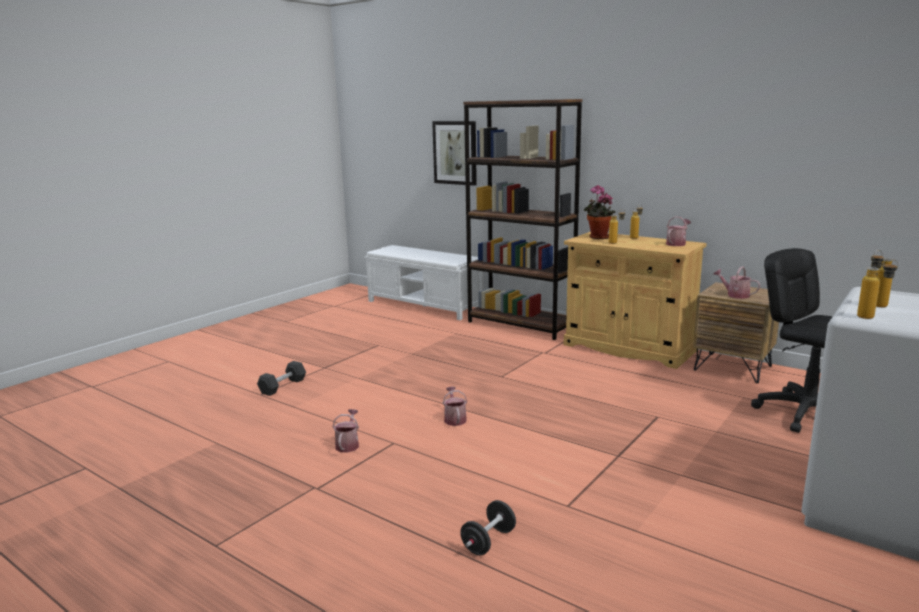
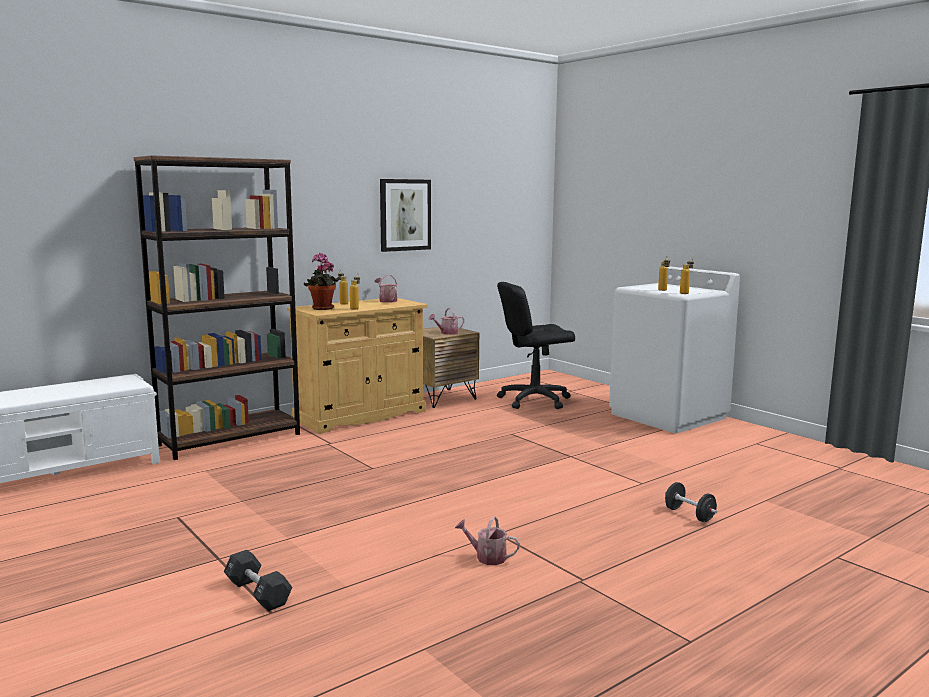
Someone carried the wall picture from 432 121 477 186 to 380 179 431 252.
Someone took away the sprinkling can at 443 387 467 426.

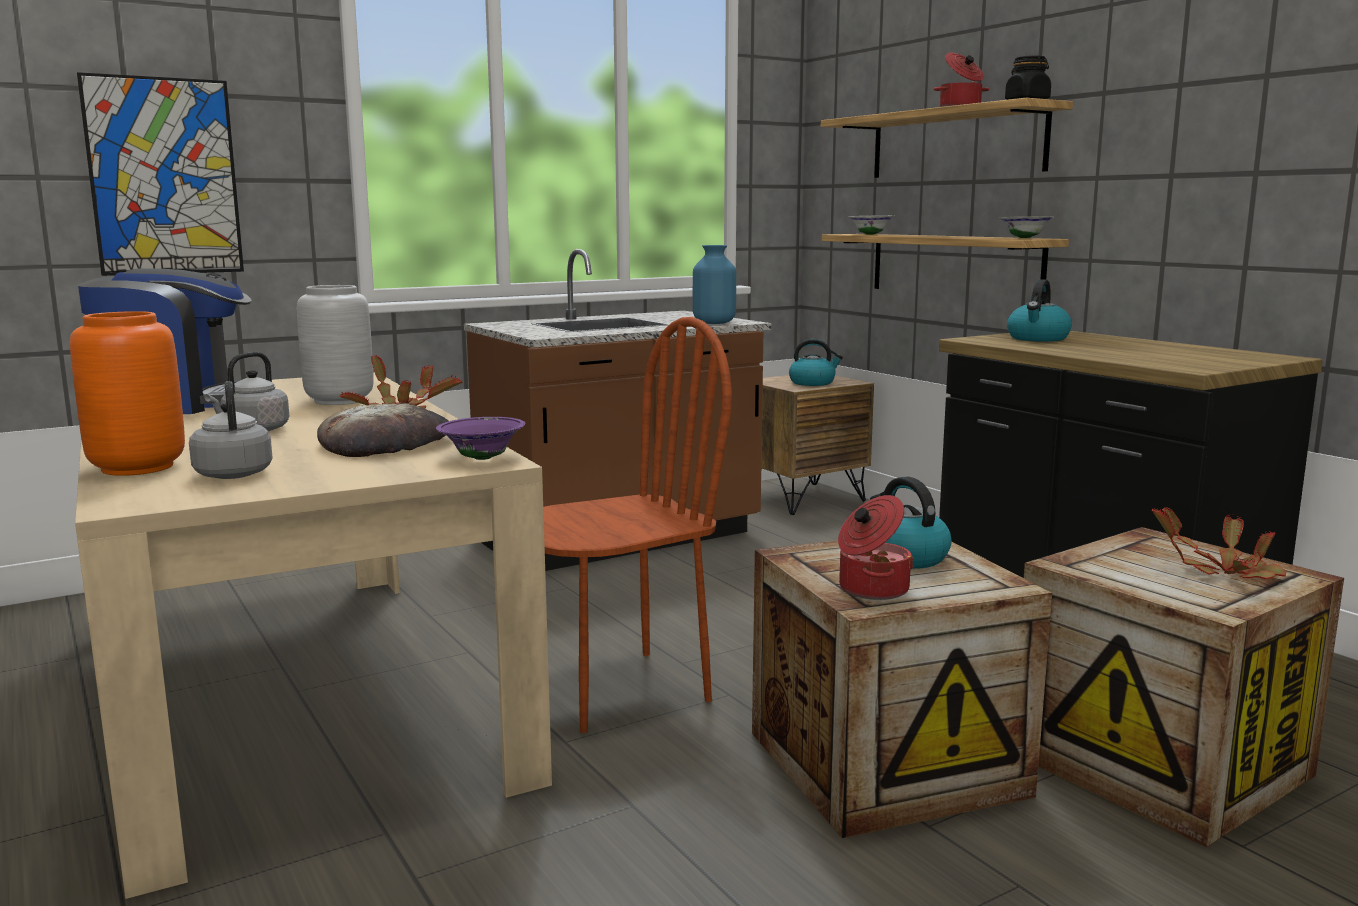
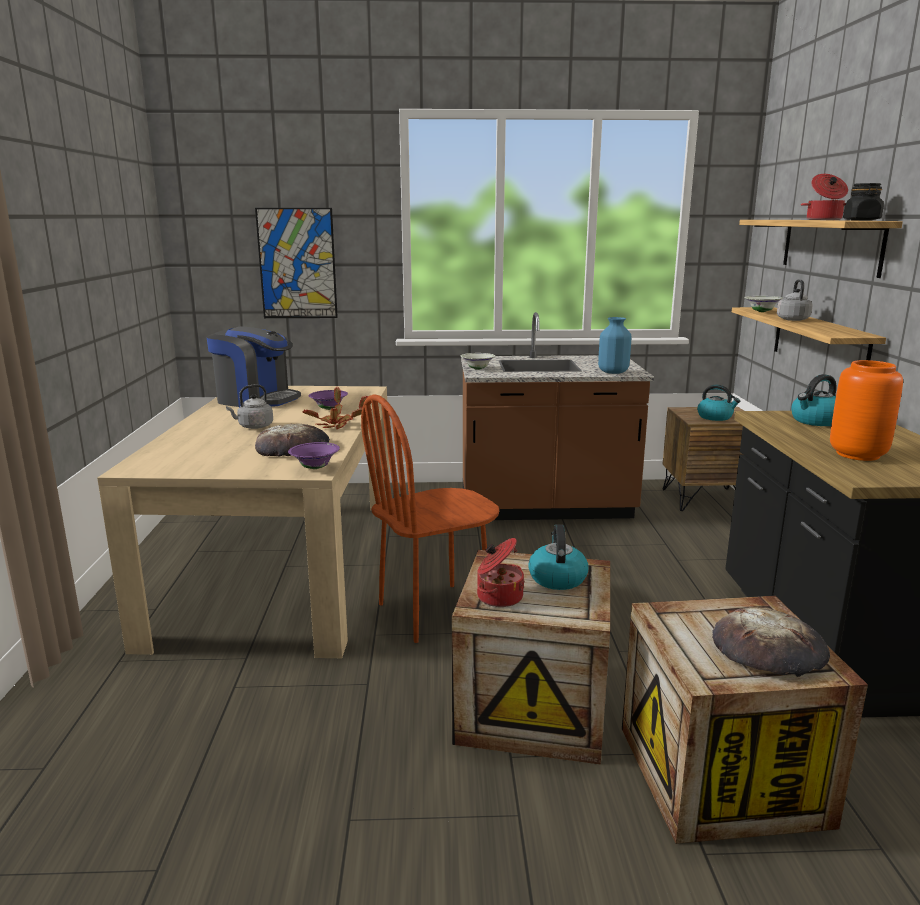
Someone carried the decorative vase (orangey) from 70 311 185 476 to 830 360 903 461.
Someone carried the tea kettle (grey) from 189 381 273 479 to 777 279 813 321.
Someone swapped the decorative vase (grey) at 297 285 374 405 for the bowl (purple-coloured) at 308 390 348 410.
Someone rotated the plain chair (brown) at 543 317 732 733 by 150 degrees clockwise.
Someone carried the bowl (white) from 998 216 1055 238 to 461 353 495 370.
Someone swapped the plant in a pot at 1152 507 1286 579 for the baked bread at 712 607 830 677.

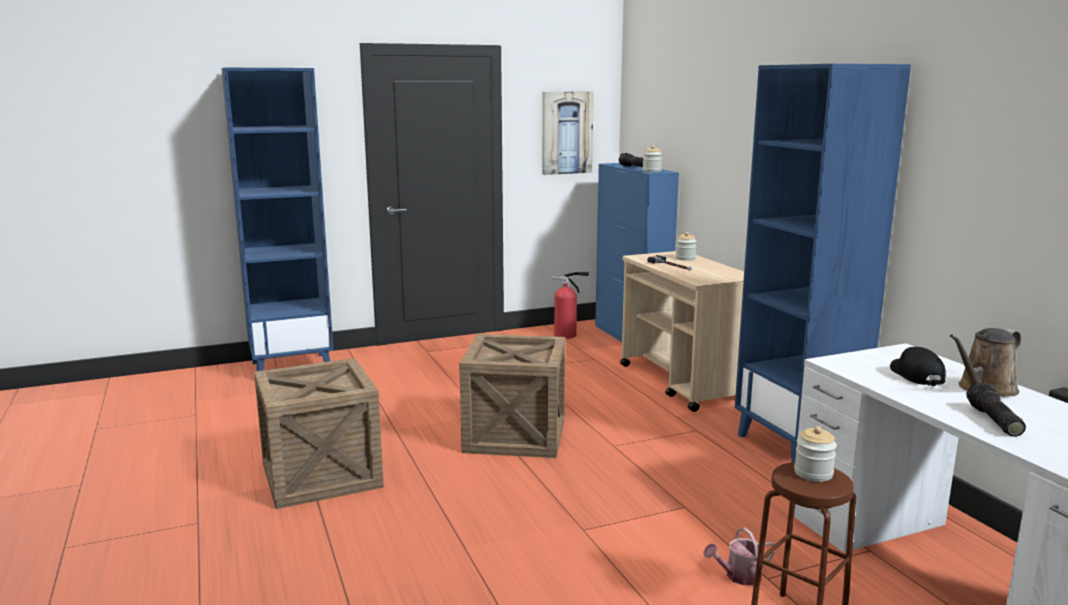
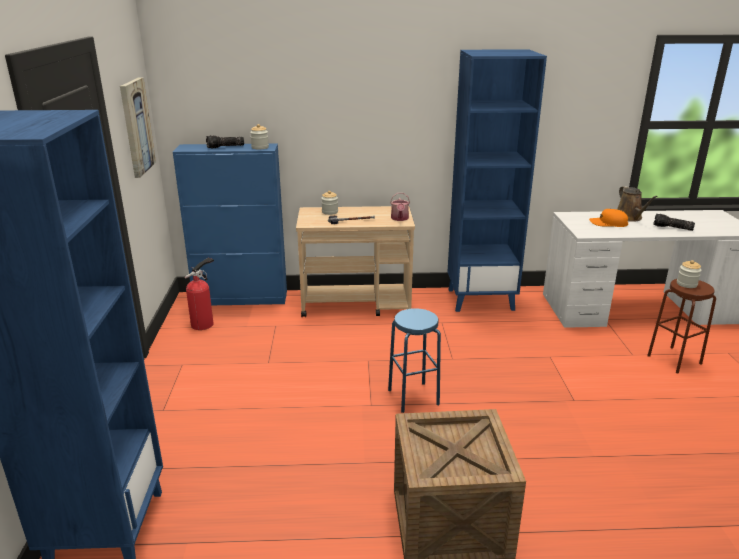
Someone swapped the shipping crate at 459 334 565 458 for the sitting stool (blue-coloured) at 388 308 441 413.
Someone carried the sprinkling can from 703 527 775 585 to 390 193 410 221.
Someone repainted the baseball cap (black-coloured) at 890 347 946 386, which became the baseball cap (orangey) at 589 209 628 227.

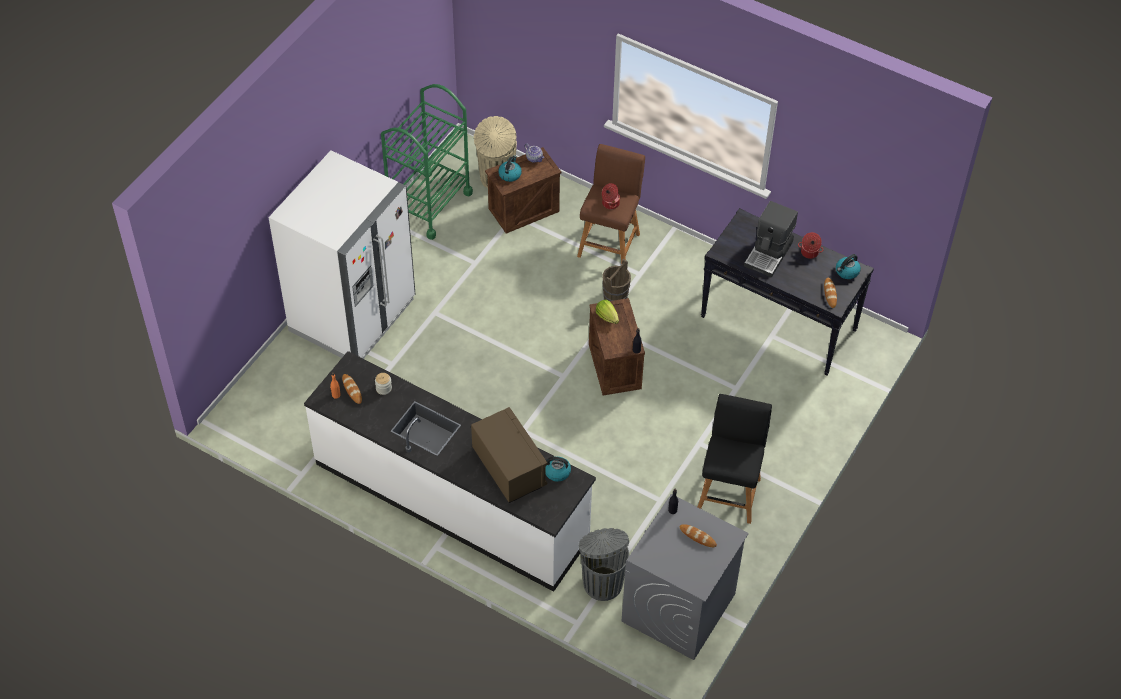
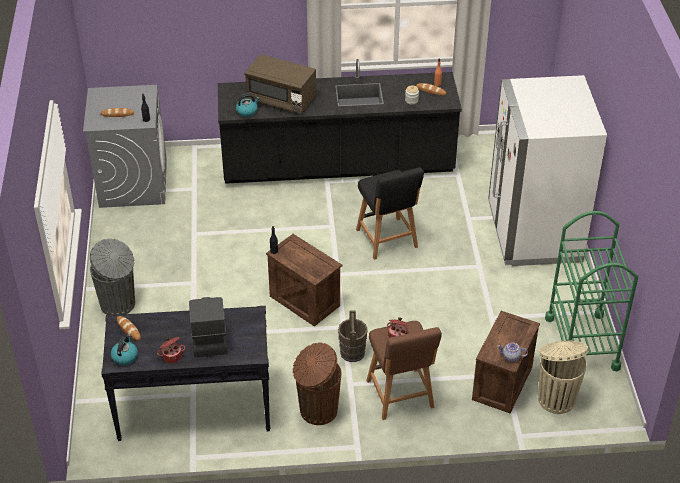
Someone repainted the counter (white) at 304 351 596 592, which became the counter (black-coloured) at 218 59 462 184.
Someone took away the tea kettle at 498 155 522 182.
Someone carried the waste bin (grey) from 579 528 629 601 to 90 238 135 315.
Someone took away the lettuce at 596 300 619 324.
Someone carried the sitting stool (black-coloured) from 698 394 772 524 to 356 167 424 260.
Someone put down the waste bin (brown) at 293 342 342 425.

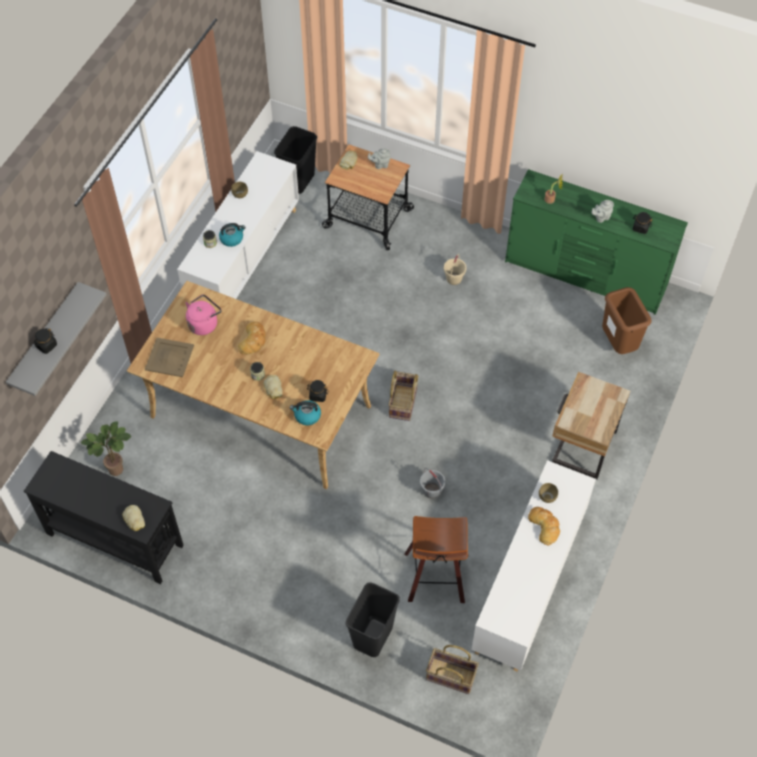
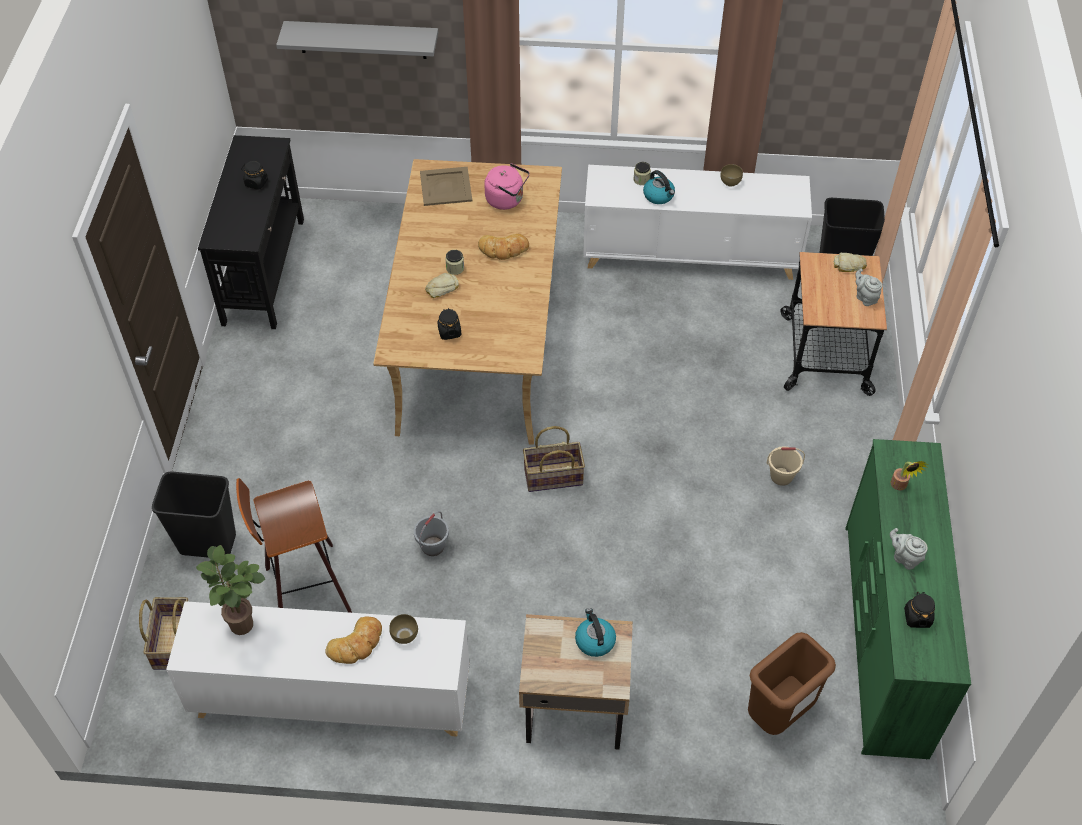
Someone carried the jar (black-coloured) from 33 328 57 354 to 241 161 268 190.
Someone carried the plant in a pot from 81 421 132 476 to 196 545 265 635.
Someone took away the baked bread at 122 505 145 531.
Someone carried the tea kettle from 290 400 321 425 to 575 608 616 657.

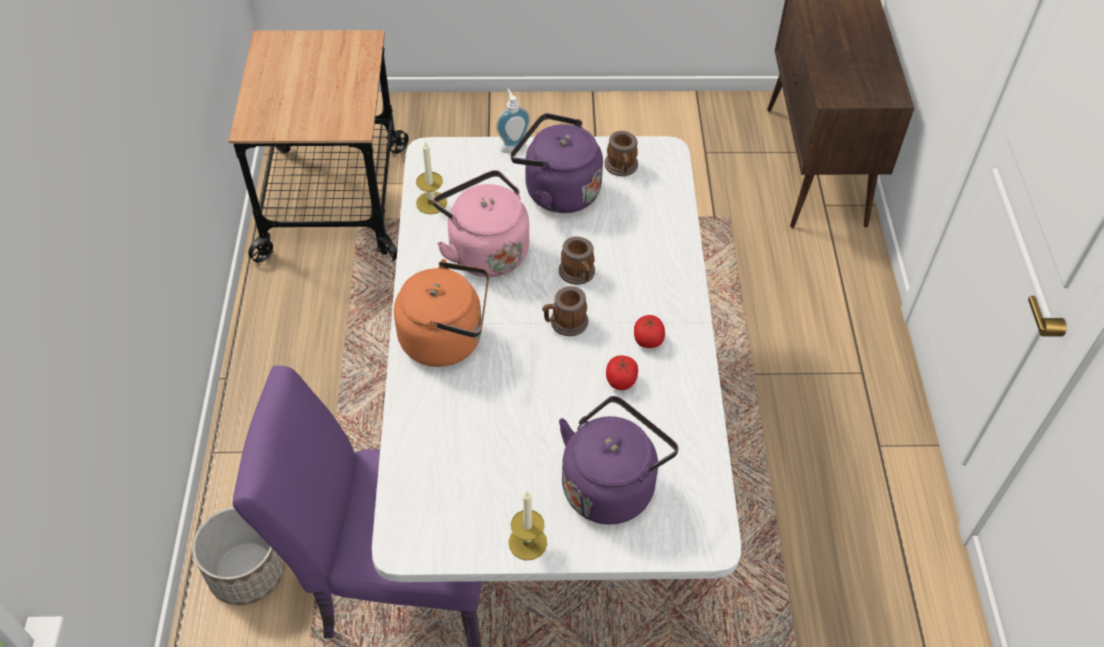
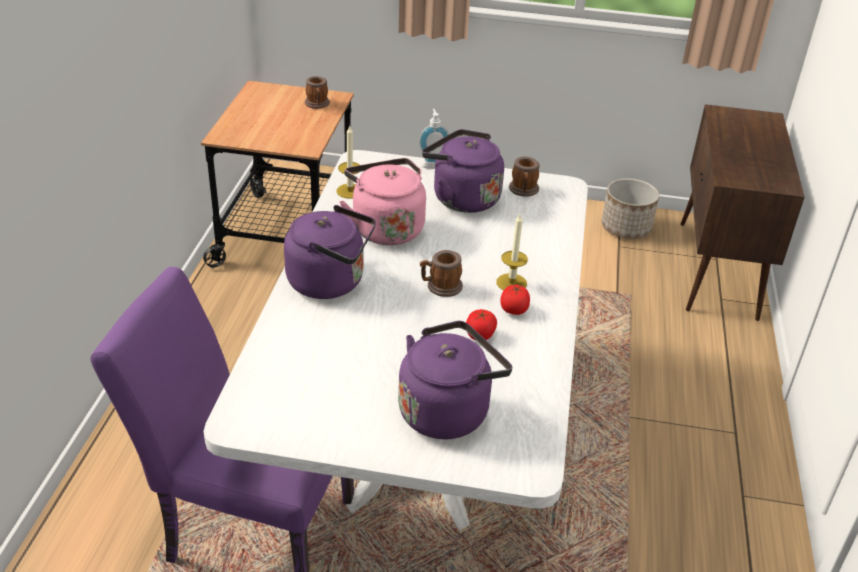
Someone carried the flower pot from 192 507 285 605 to 602 178 659 239.
Someone repainted the tea kettle (orangey) at 394 259 489 367, which became the tea kettle (purple-coloured) at 284 205 376 299.
Someone carried the wax light from 509 491 547 560 to 496 214 528 290.
Someone carried the tea mug from 559 236 595 285 to 305 76 330 109.

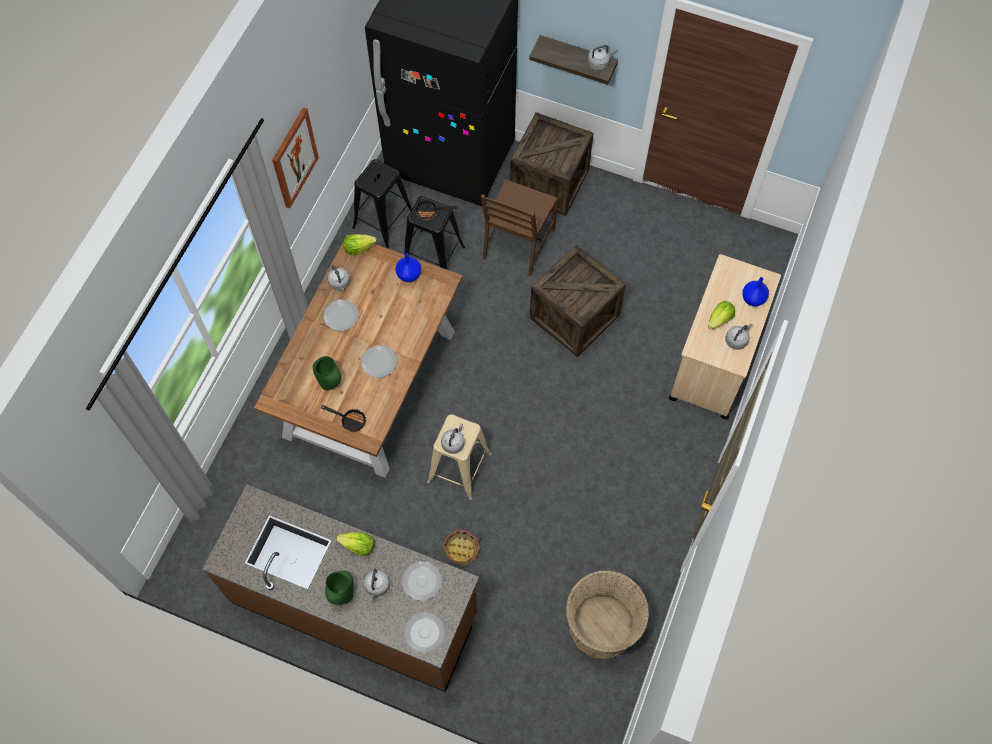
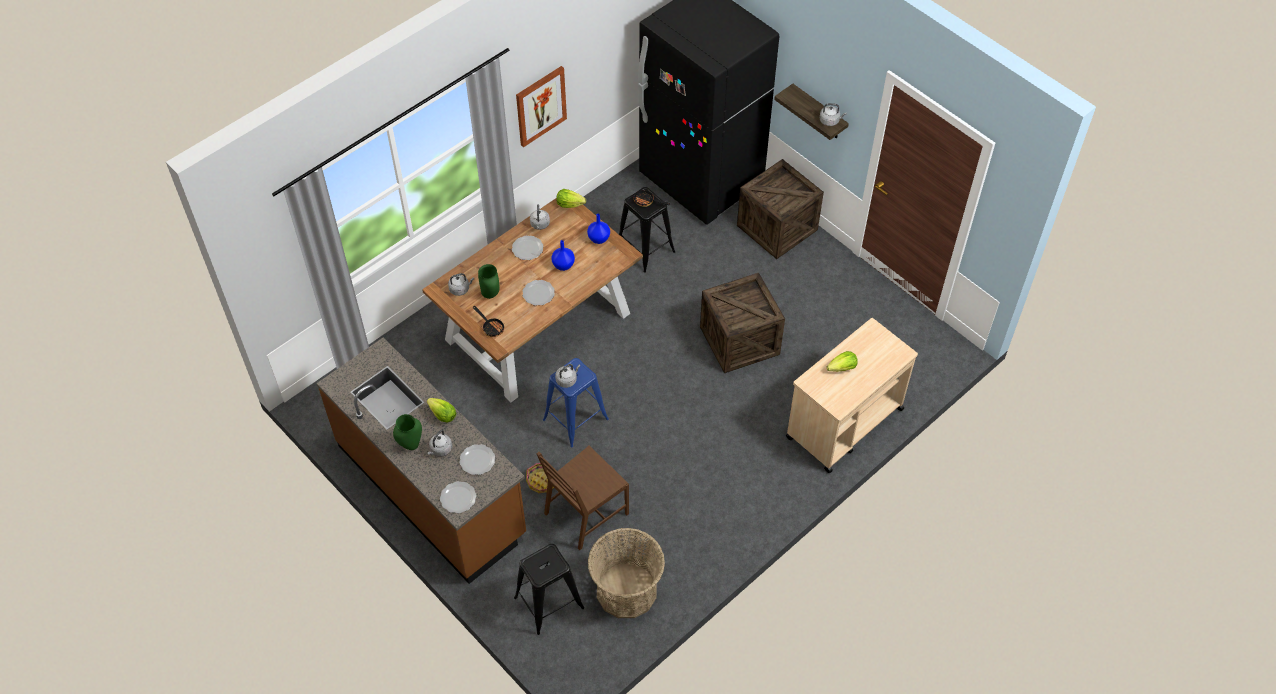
Someone carried the sitting stool (black-coloured) from 352 159 412 248 to 514 544 584 635.
Someone repainted the sitting stool (beige) at 427 414 492 500, which became the sitting stool (blue-coloured) at 543 358 609 447.
Someone carried the plain chair (brown) from 481 179 558 276 to 536 445 629 550.
Someone carried the tea kettle (grey) from 725 324 752 350 to 448 273 474 296.
Someone carried the decorative vase (blue-coloured) from 742 277 769 307 to 552 240 575 271.

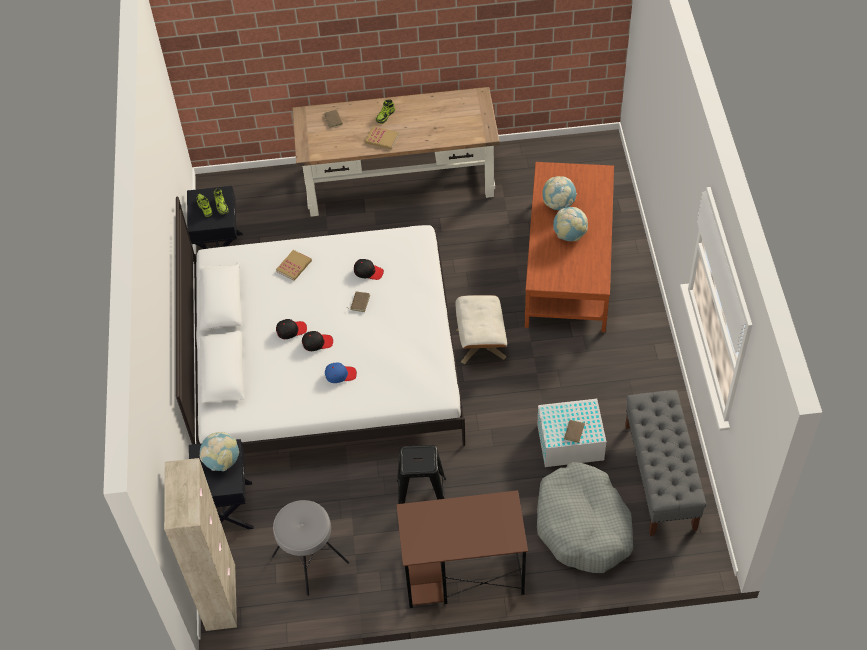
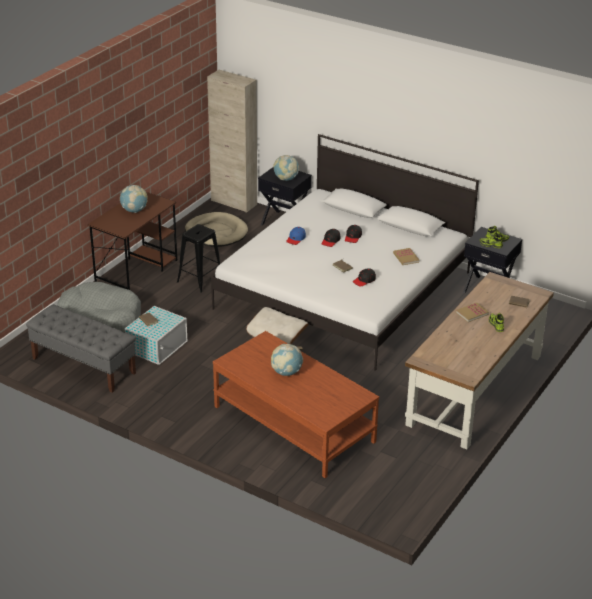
Someone swapped the sitting stool (grey) at 272 500 349 596 for the pet bed (beige) at 185 212 248 247.
Someone carried the desk globe from 542 176 577 210 to 120 185 148 213.

